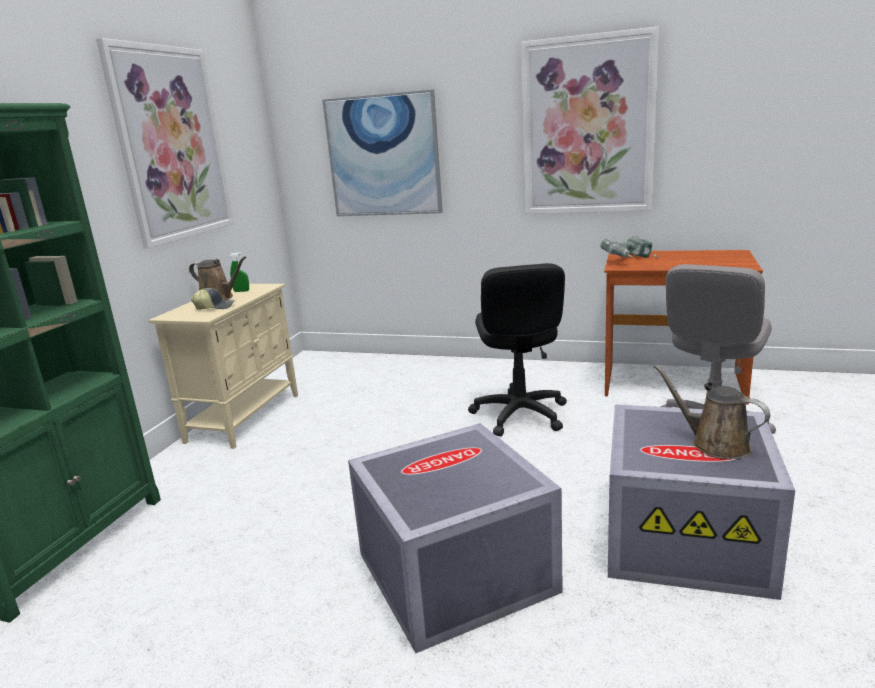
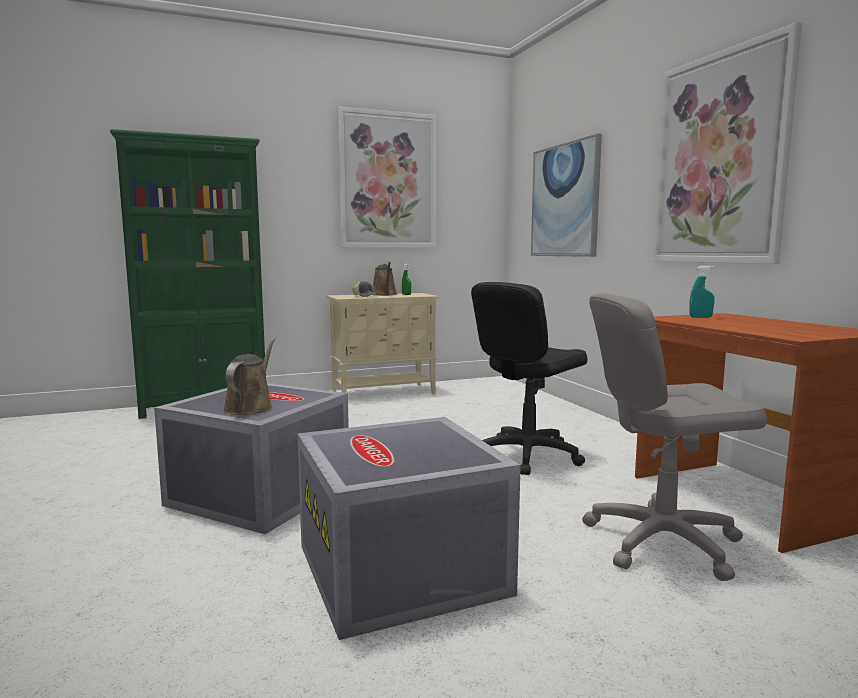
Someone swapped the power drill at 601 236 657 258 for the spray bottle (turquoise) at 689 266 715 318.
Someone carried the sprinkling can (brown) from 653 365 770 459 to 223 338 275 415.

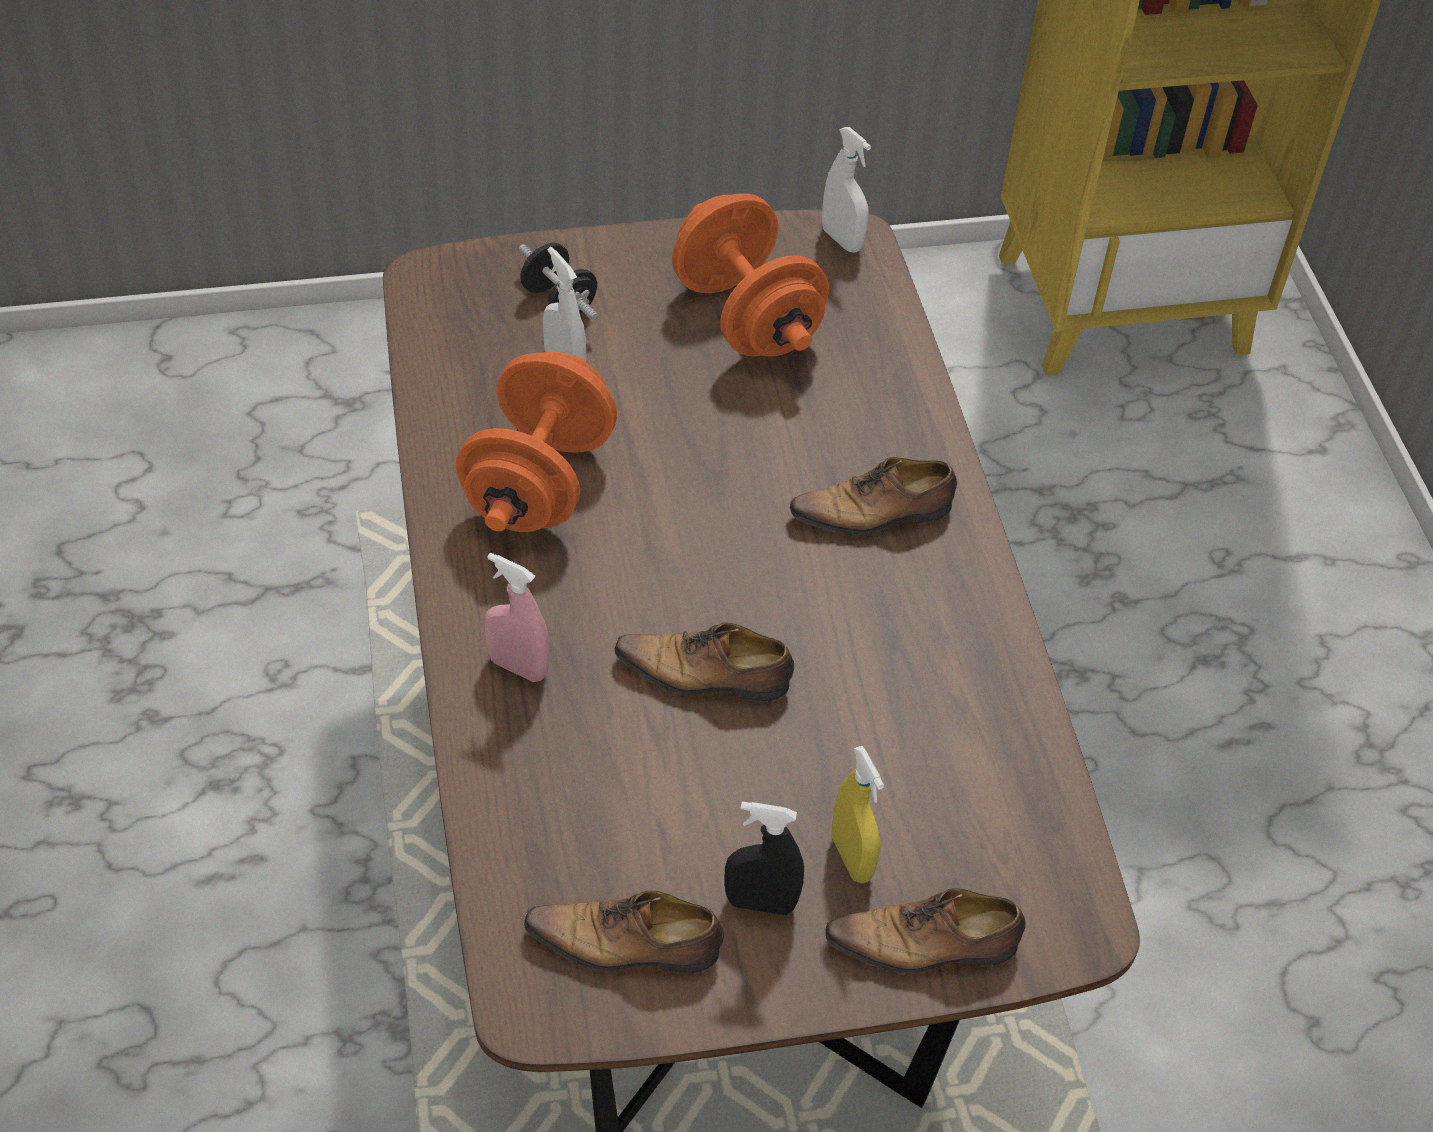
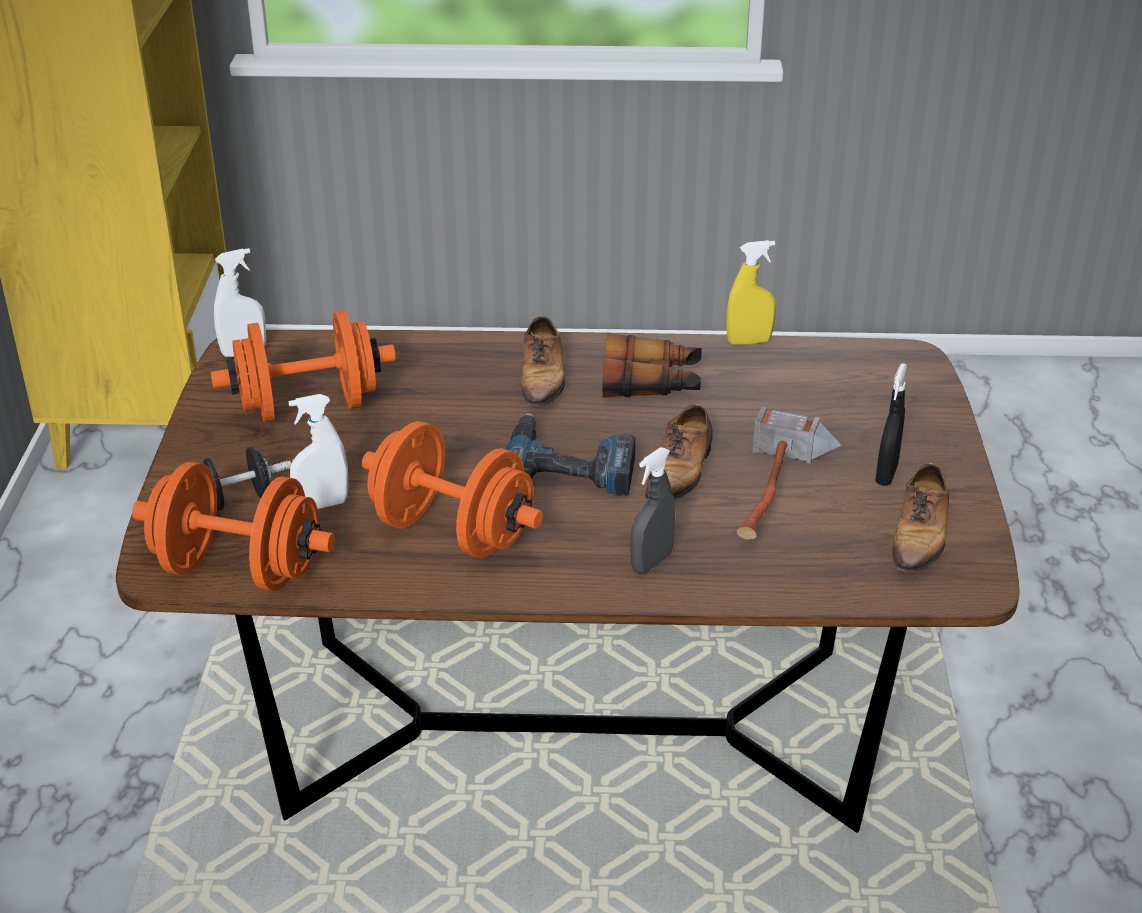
Someone repainted the spray bottle (pink-coloured) at 484 553 550 682, which became the spray bottle (grey) at 630 447 675 574.
Someone took away the low shoe at 824 888 1026 974.
Someone carried the spray bottle (yellow) from 832 746 884 883 to 726 240 776 345.
Someone put down the free weight (orangey) at 132 462 335 591.
Someone put down the power drill at 506 413 636 496.
Someone put down the pair of binoculars at 602 333 702 397.
Someone put down the hammer at 737 406 841 540.

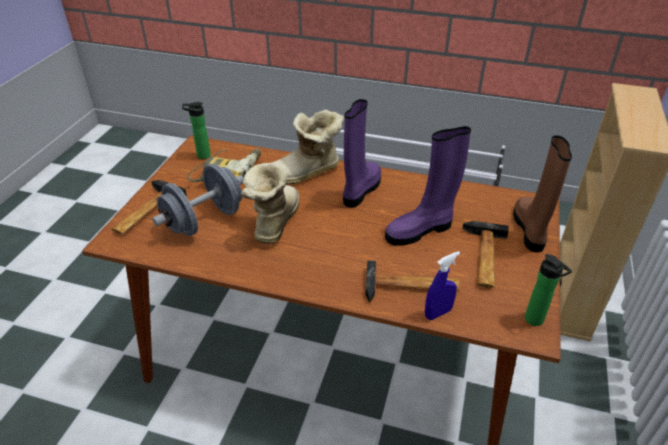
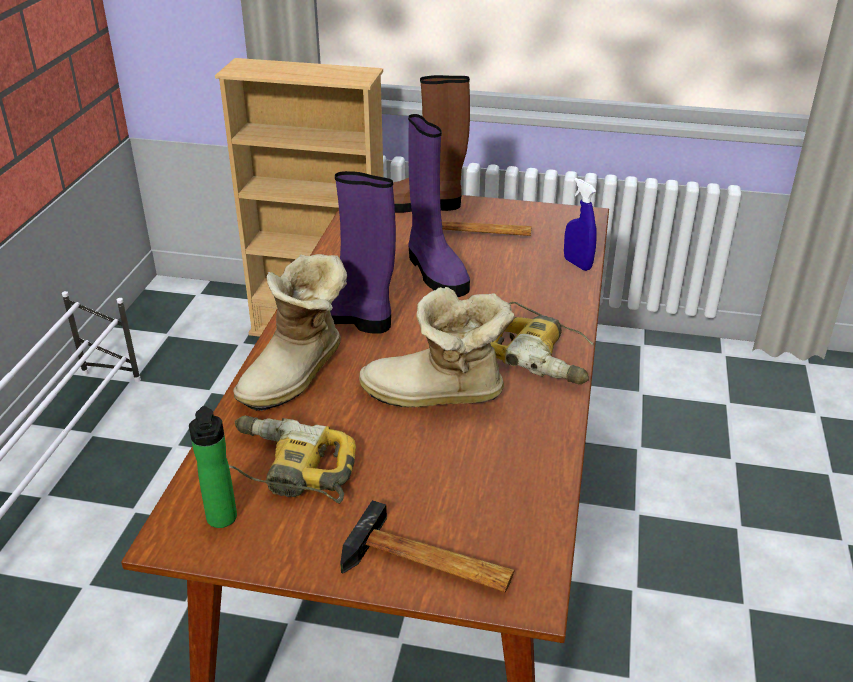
Someone took away the free weight (grey) at 152 163 243 236.
Someone rotated the high-top boot at 274 109 344 185 by 60 degrees clockwise.
Someone took away the hammer at 365 260 460 302.
Someone took away the beverage bottle at 525 254 572 326.
Someone put down the power drill at 490 302 593 384.

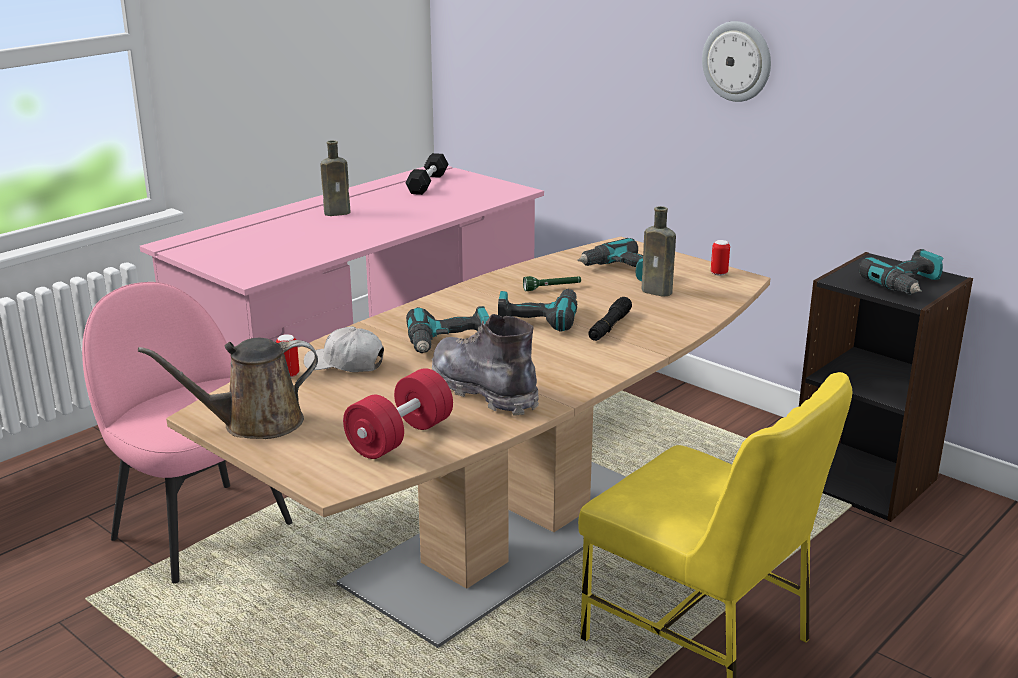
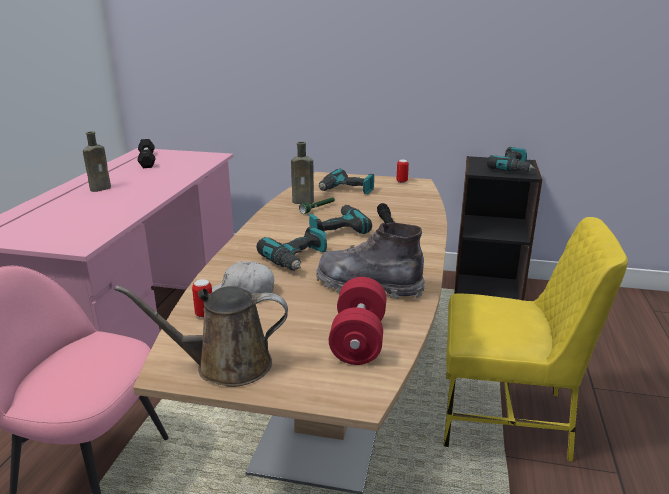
Someone rotated the sprinkling can (brown) at 138 338 318 439 by 45 degrees clockwise.
Someone carried the beverage bottle (brown) from 642 206 676 297 to 291 142 314 204.
Someone took away the clock on the wall at 702 21 771 102.

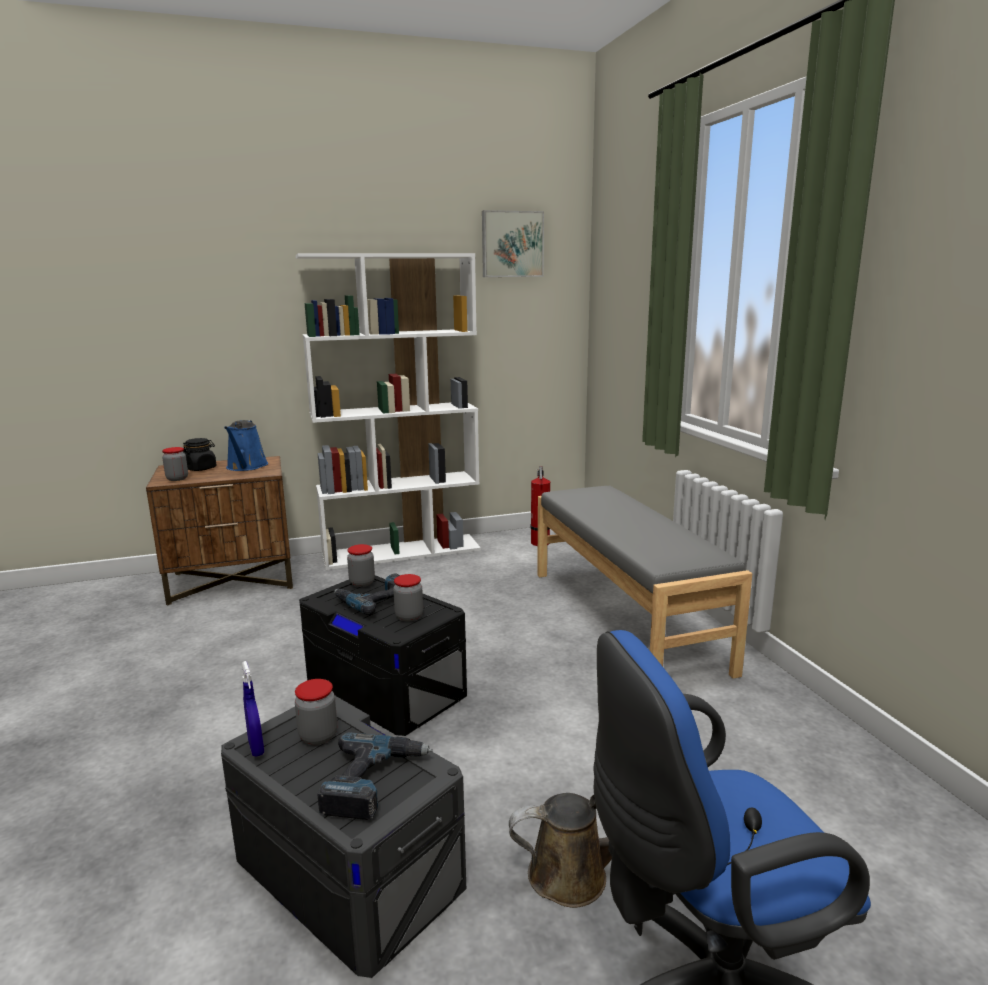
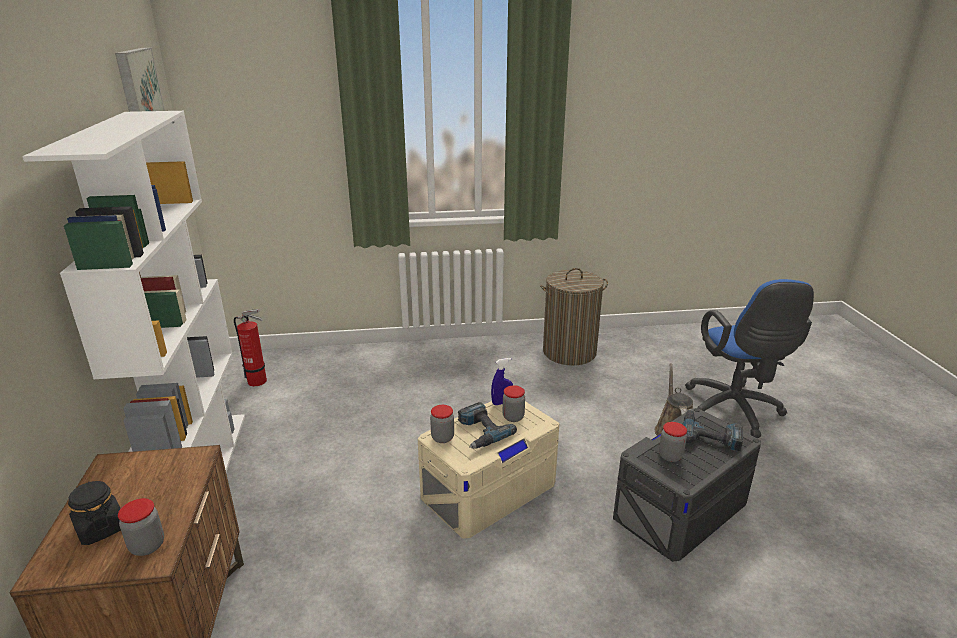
Someone took away the sprinkling can (blue-coloured) at 224 420 268 471.
Someone carried the spray bottle (blue-coloured) from 242 661 264 757 to 491 358 513 405.
Someone repainted the storage bin (black-coloured) at 299 575 467 736, which became the storage bin (beige) at 418 401 559 539.
Someone took away the bench (grey) at 537 486 752 679.
Someone put down the washing basket at 540 268 608 366.

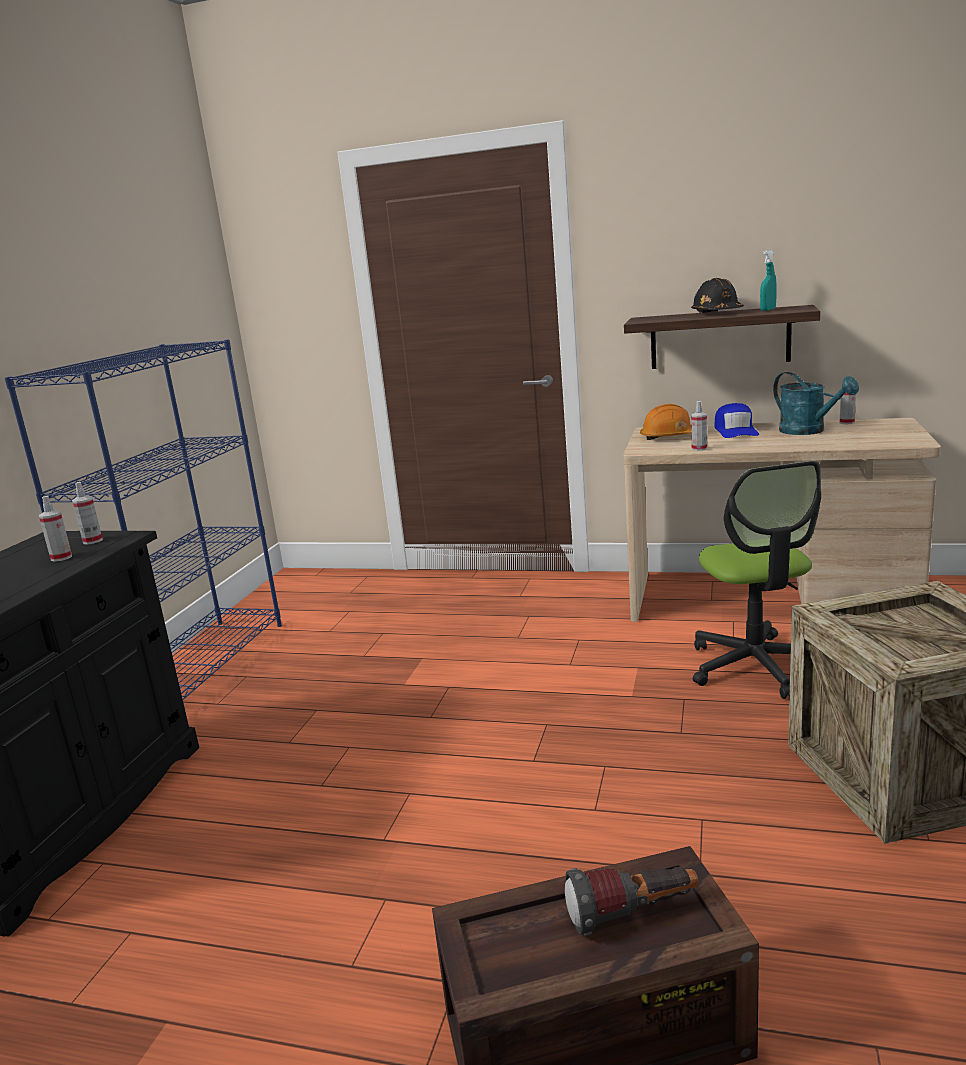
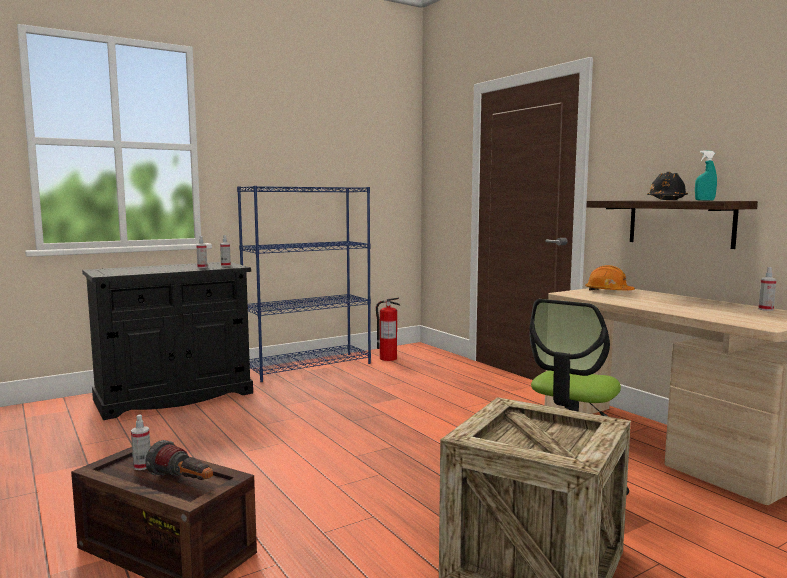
Someone carried the spray bottle from 691 401 707 451 to 131 414 150 470.
Someone took away the baseball cap (blue-coloured) at 714 403 759 438.
Someone took away the sprinkling can (turquoise) at 773 372 859 435.
Someone put down the fire extinguisher at 376 297 400 361.

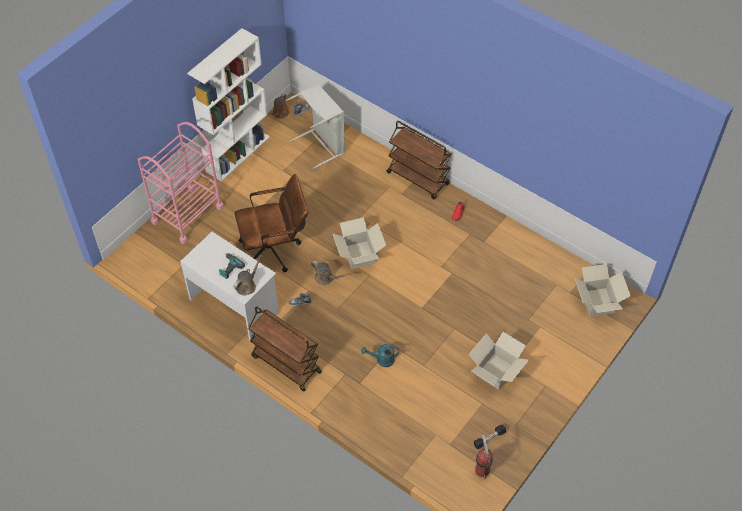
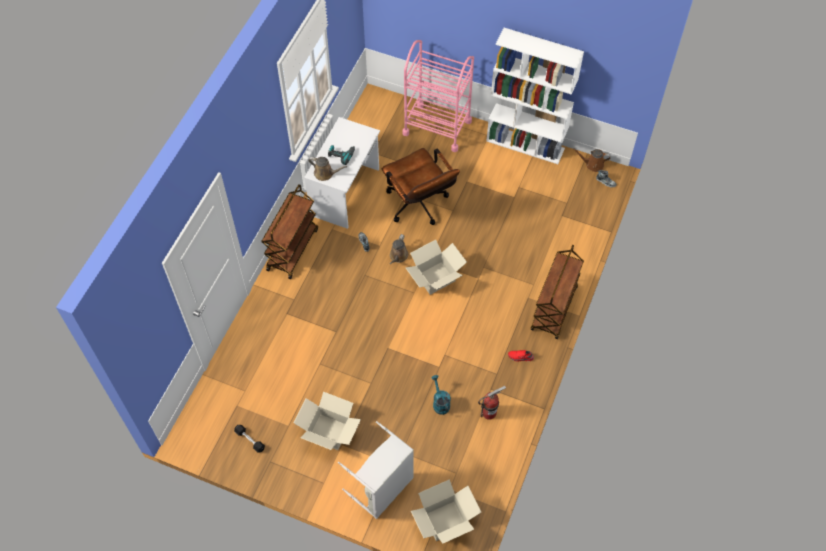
Someone carried the washing basket (grey) from 286 84 345 169 to 338 421 414 519.
Someone carried the sprinkling can (turquoise) from 361 344 399 367 to 431 375 451 415.
Someone carried the fire extinguisher from 475 435 493 479 to 478 386 506 420.

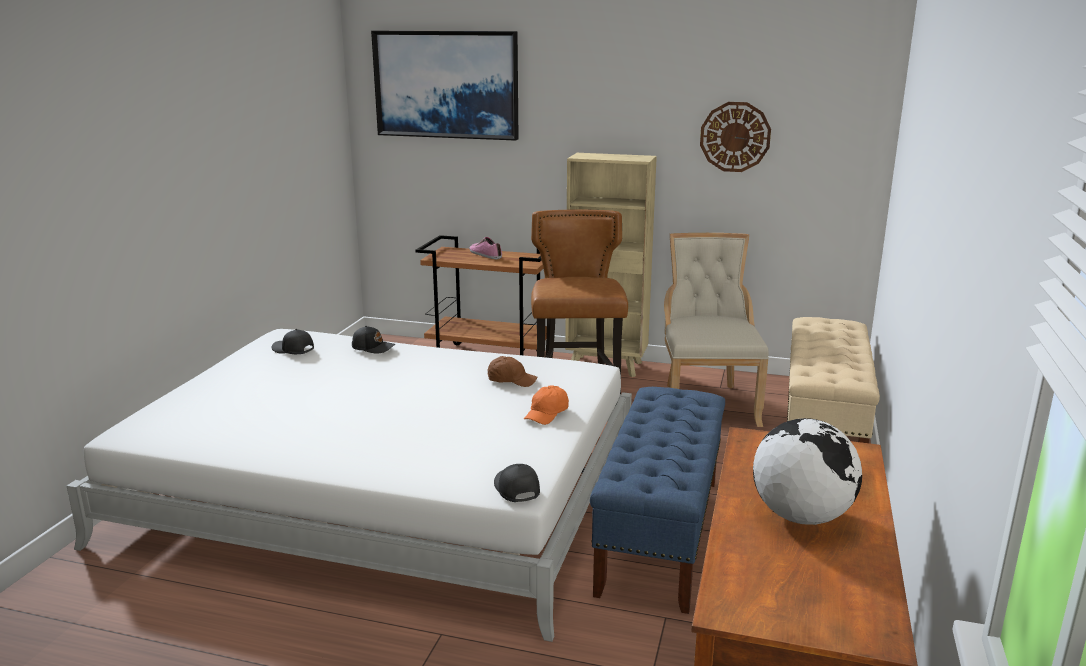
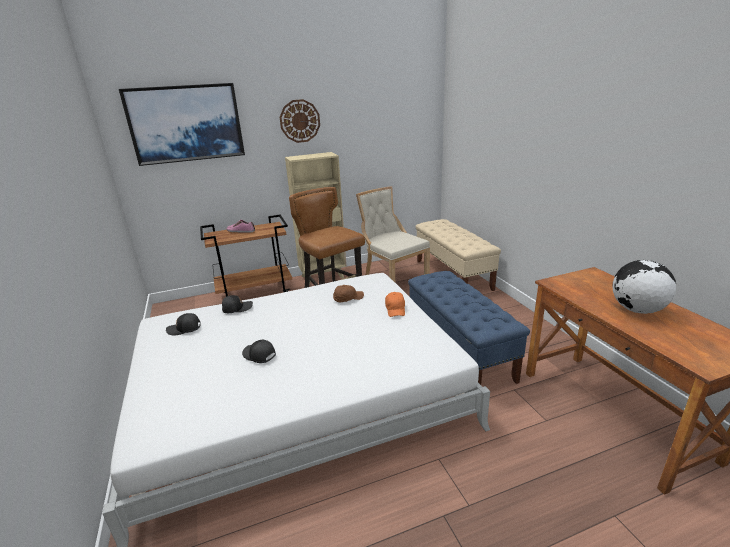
Someone carried the baseball cap (black-coloured) from 494 464 540 502 to 242 340 276 363.
Someone carried the clock on the wall from 700 102 771 172 to 280 99 320 143.

